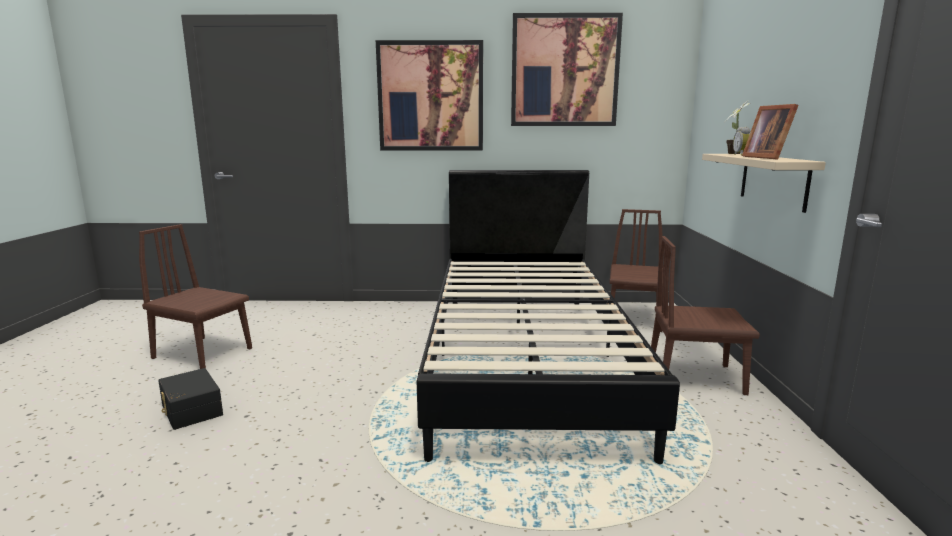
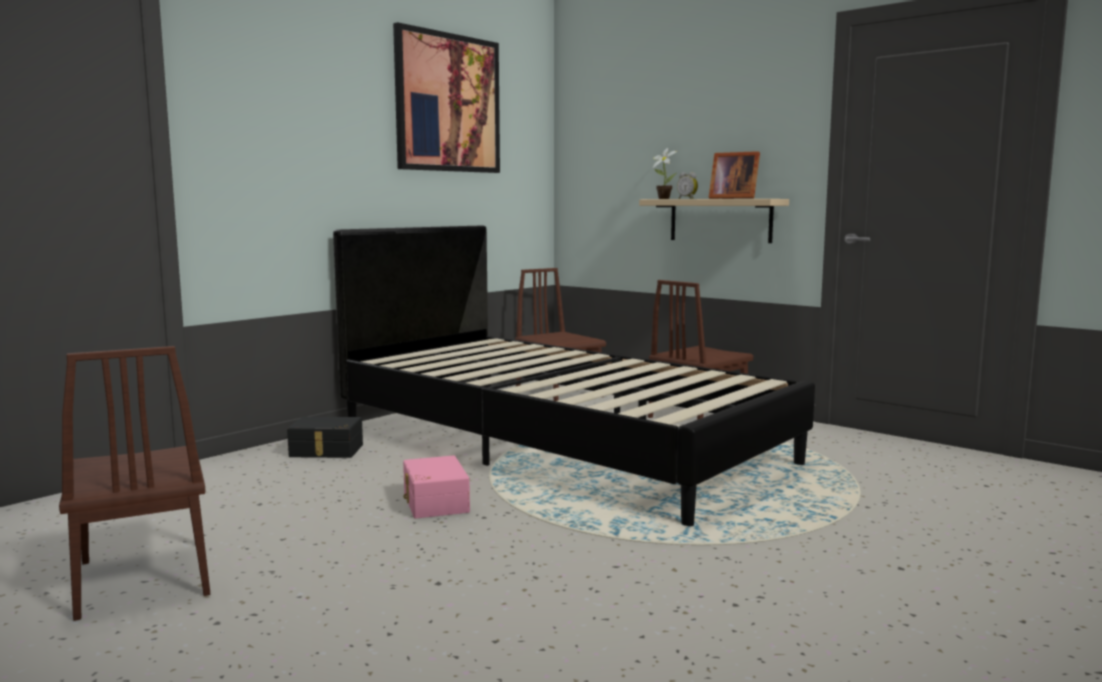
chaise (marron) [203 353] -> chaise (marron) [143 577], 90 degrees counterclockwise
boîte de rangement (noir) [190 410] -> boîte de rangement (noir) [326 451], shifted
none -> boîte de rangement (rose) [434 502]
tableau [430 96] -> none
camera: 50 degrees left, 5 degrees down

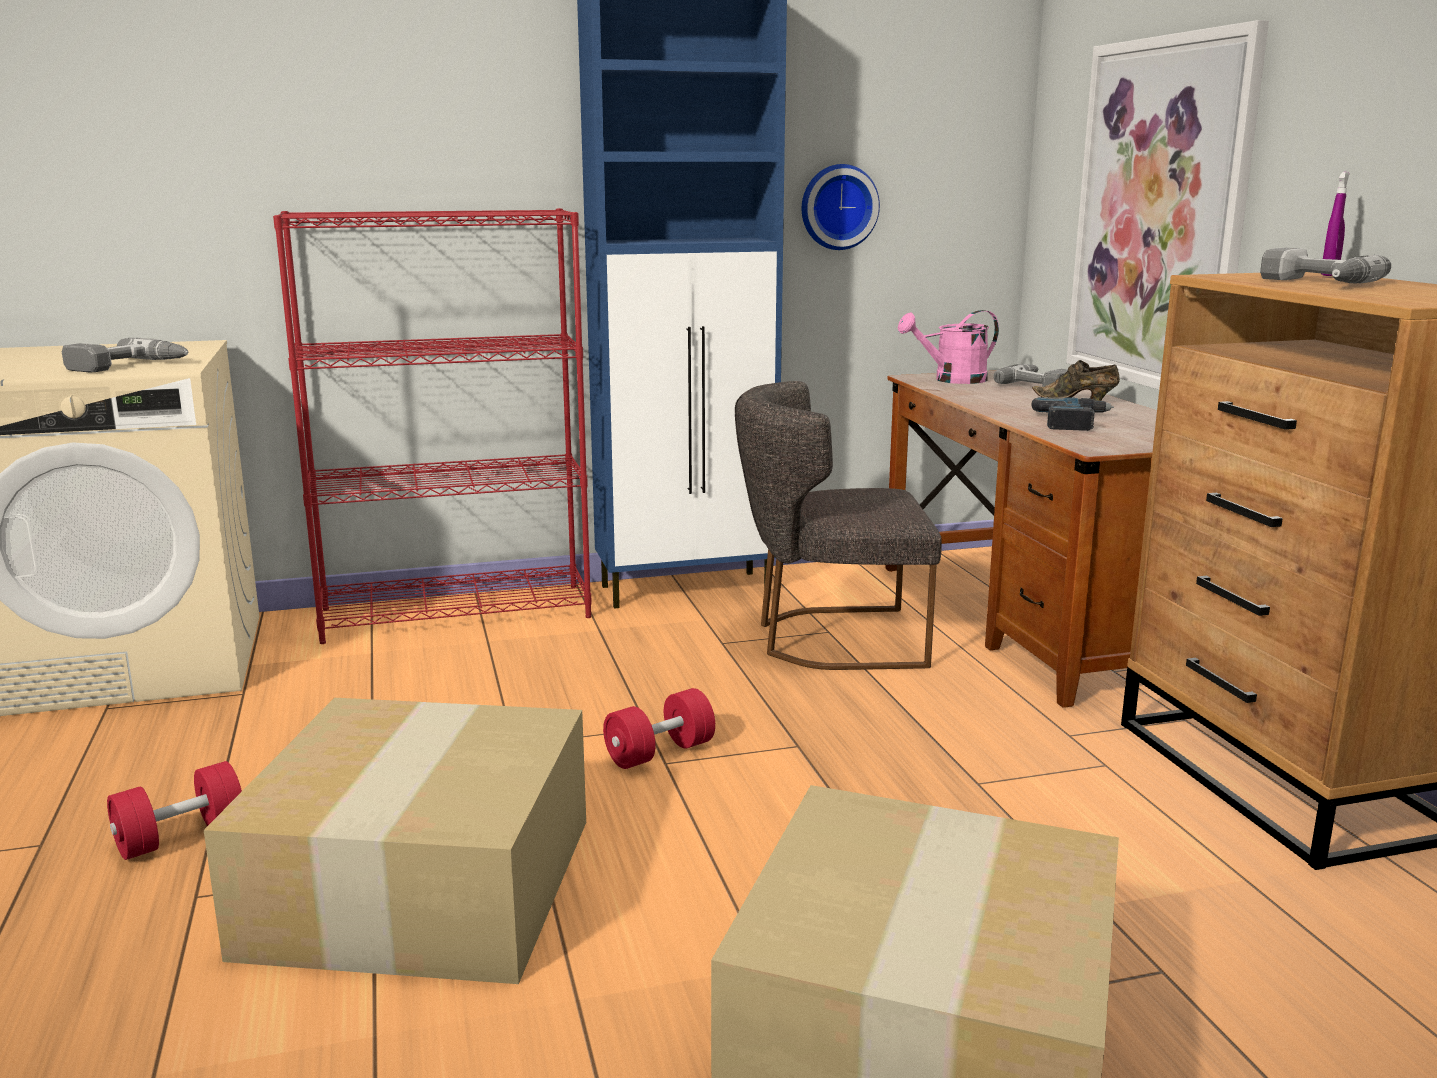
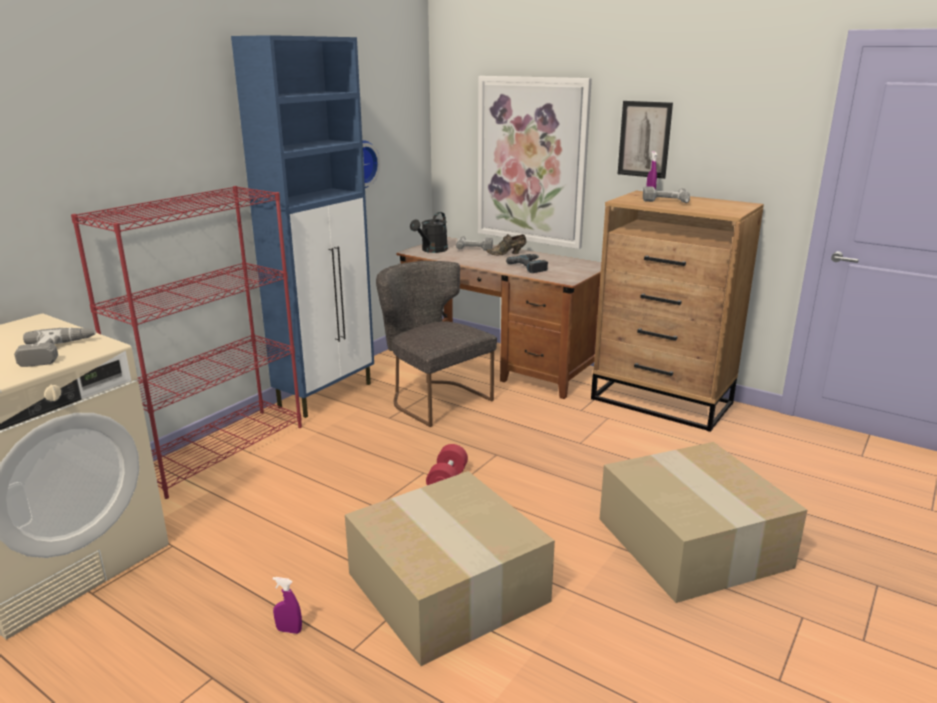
haltère (rouge) [181 837] -> vaporisateur (violet) [289 630]
chaise (gris) [830 639] -> chaise (gris) [433 399], 90 degrees clockwise
arrosoir (rose) [952 380] -> arrosoir (noir) [432 250]
none -> tableau [644 139]
camera: 40 degrees left, 5 degrees up

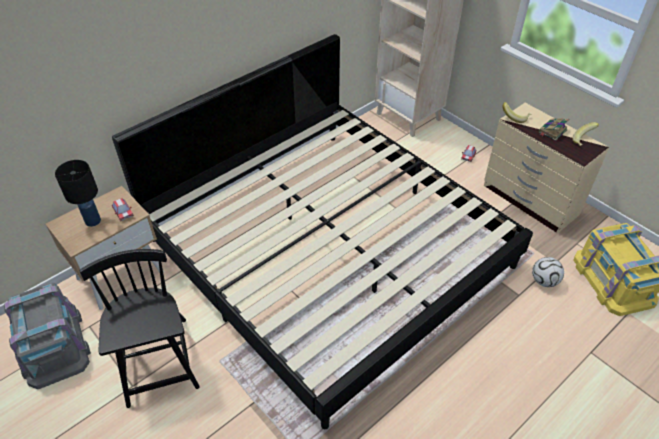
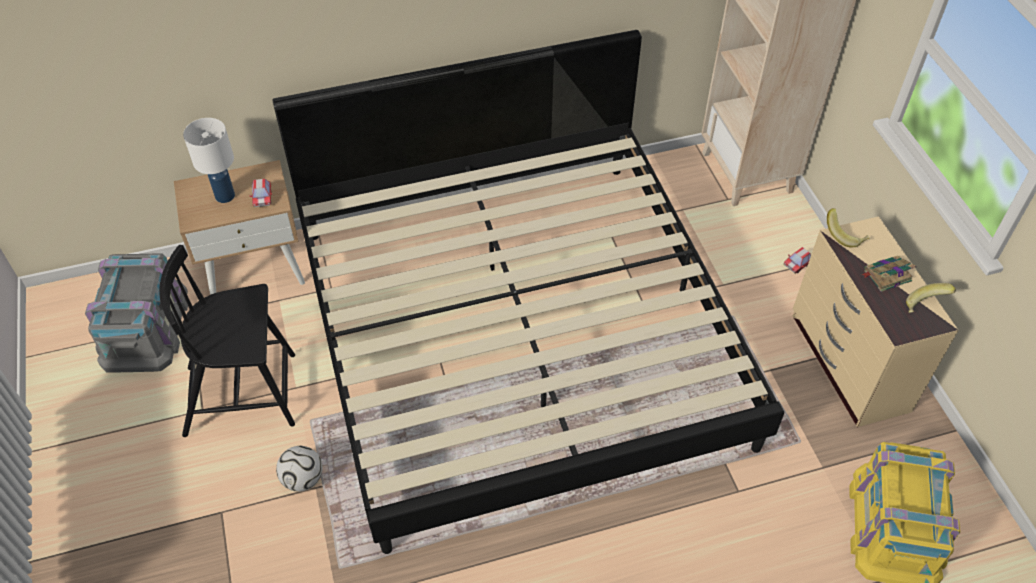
chaise (noir) [159 362] -> chaise (noir) [243 394], 105 degrees counterclockwise
lampe de table (noir) [93 220] -> lampe de table (blanc) [225 195]
ballon de foot [544 281] -> ballon de foot [302 479], shifted
camera: 25 degrees right, 5 degrees up

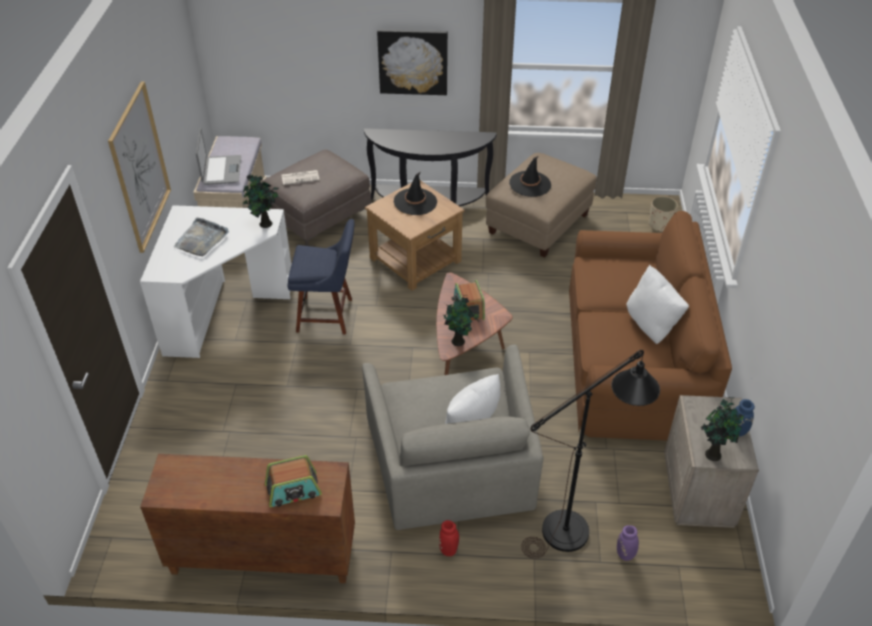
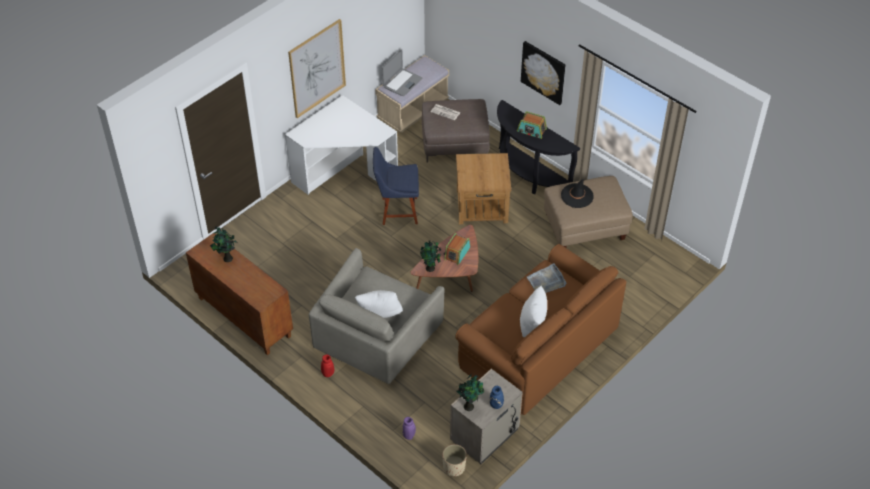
plante en pot [265 224] -> plante en pot [227 258], shifted
chaise (bleu) [328 315] -> chaise (bleu) [397 211], 135 degrees clockwise
cache-pot (beige) [660 225] -> cache-pot (beige) [454 467], shifted
radio [293 490] -> radio [531 130], shifted
plateau (gris) [201 239] -> plateau (gris) [546 281], shifted
chapeau (noir) [415 202] -> none
lampadaire (noir) [577 525] -> none
camera: 40 degrees right, 5 degrees up

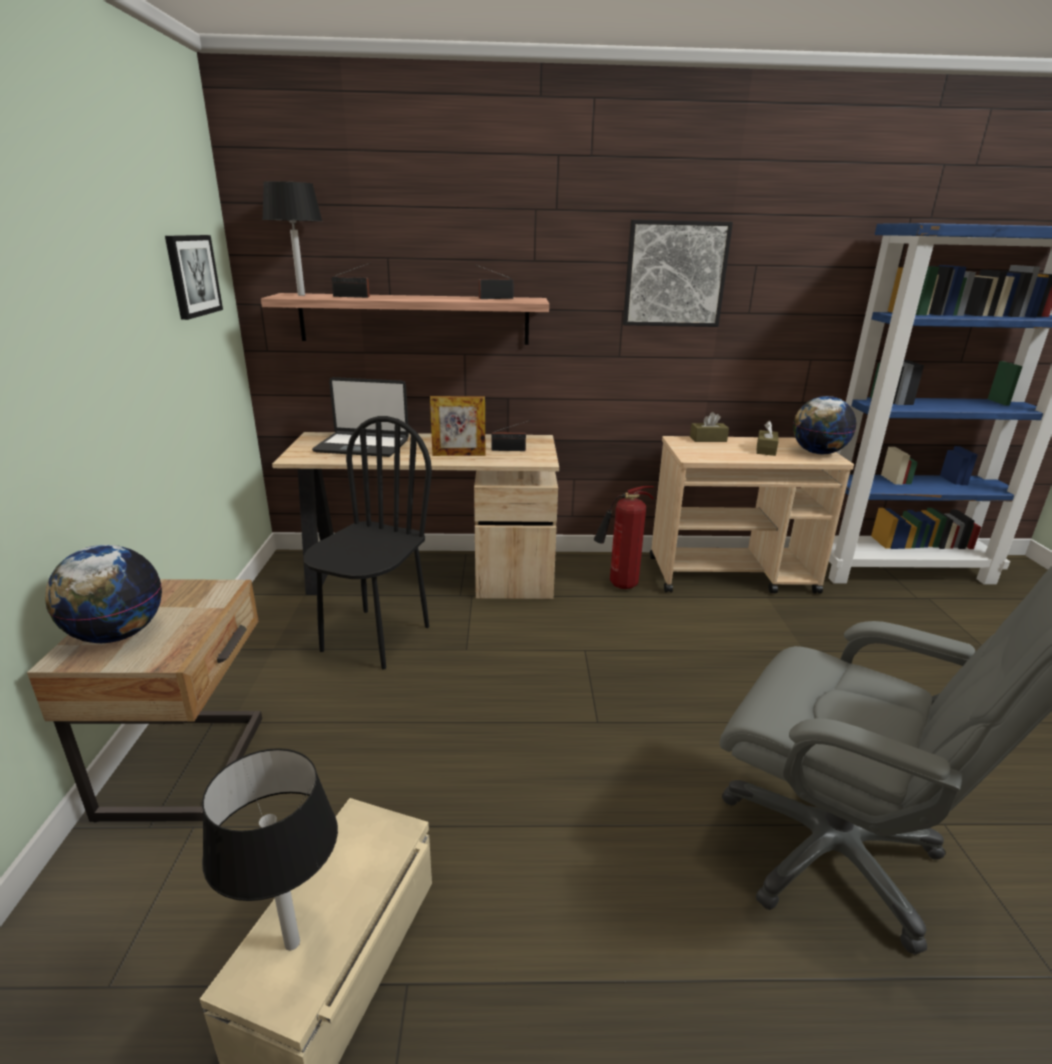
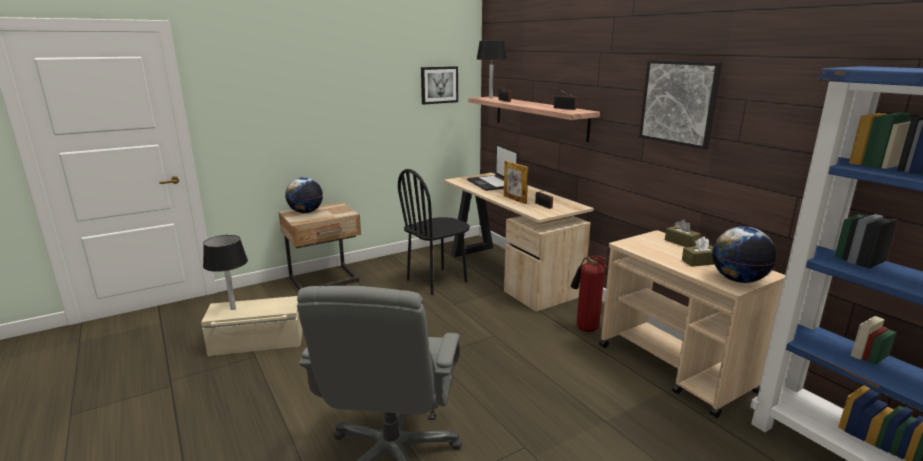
chaise (noir) [375 638] -> chaise (noir) [437 281], 150 degrees clockwise
camera: 60 degrees right, 5 degrees down

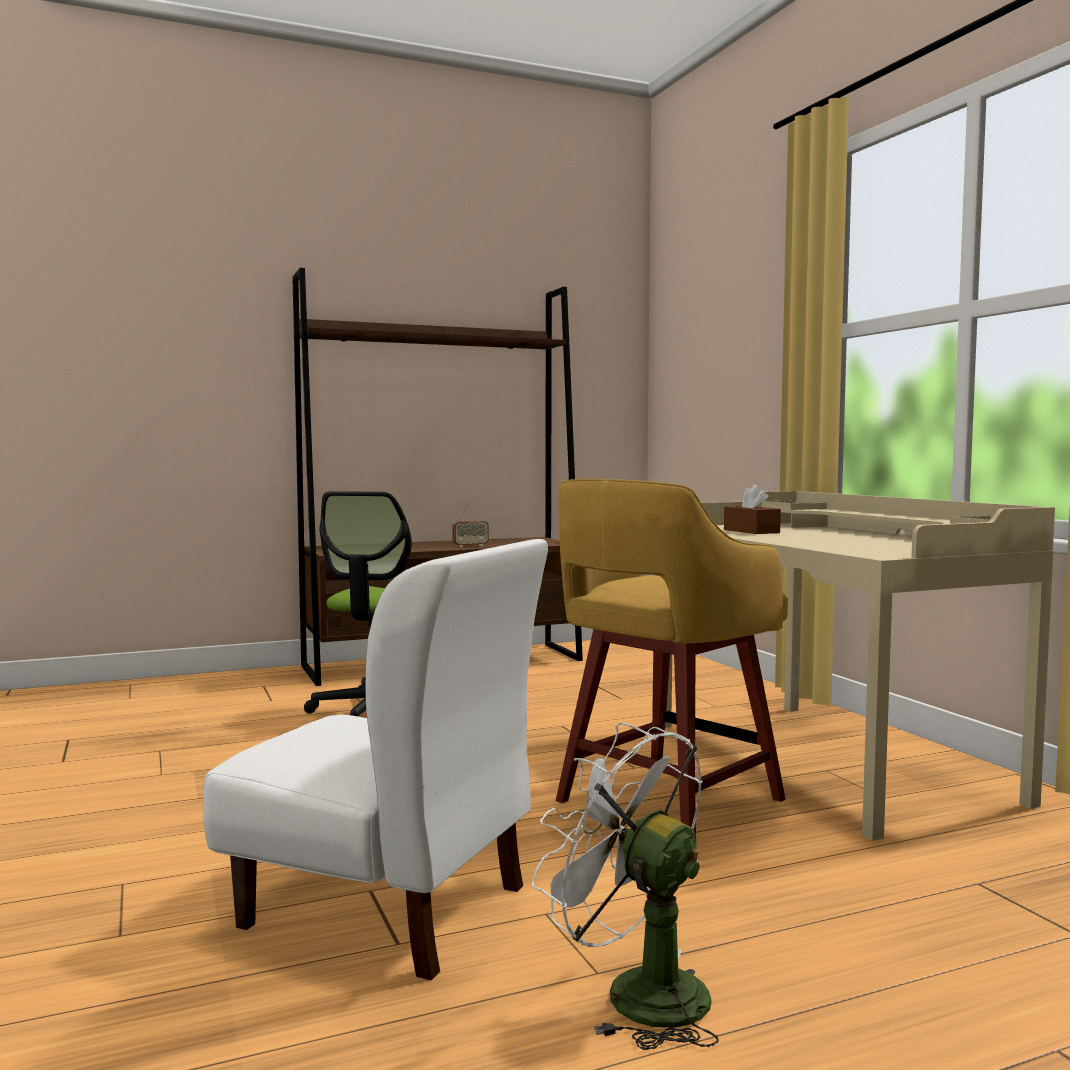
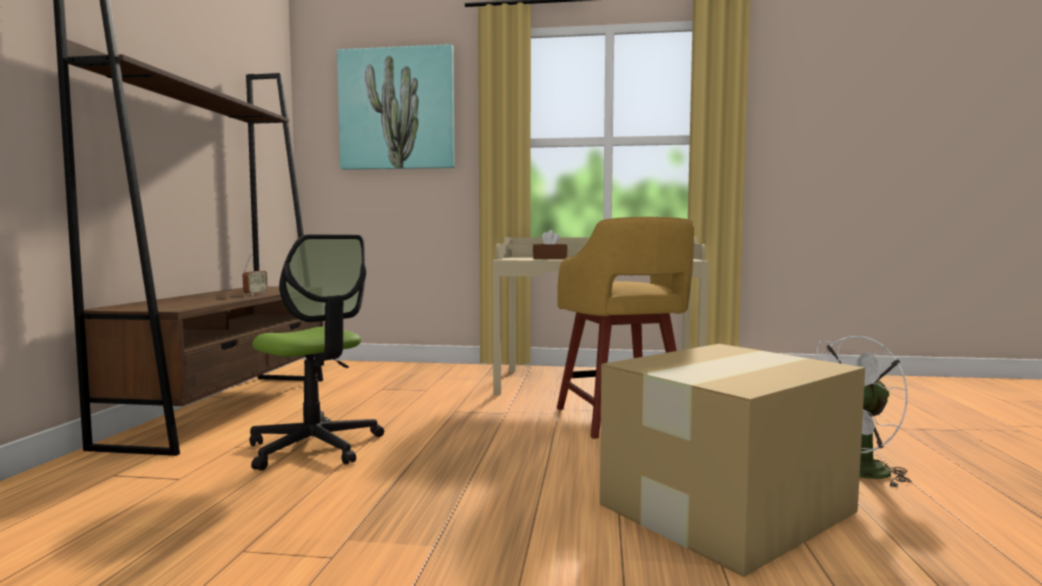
none -> tableau [397 109]
chaise (blanc) [387 907] -> carton [730 507]
camera: 60 degrees left, 0 degrees up

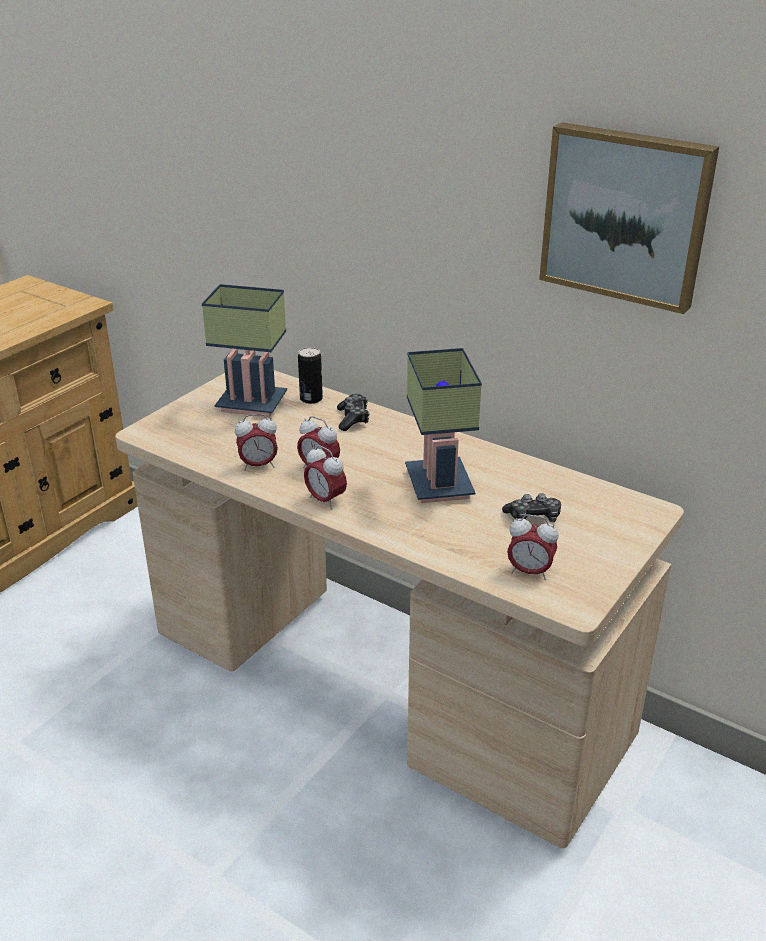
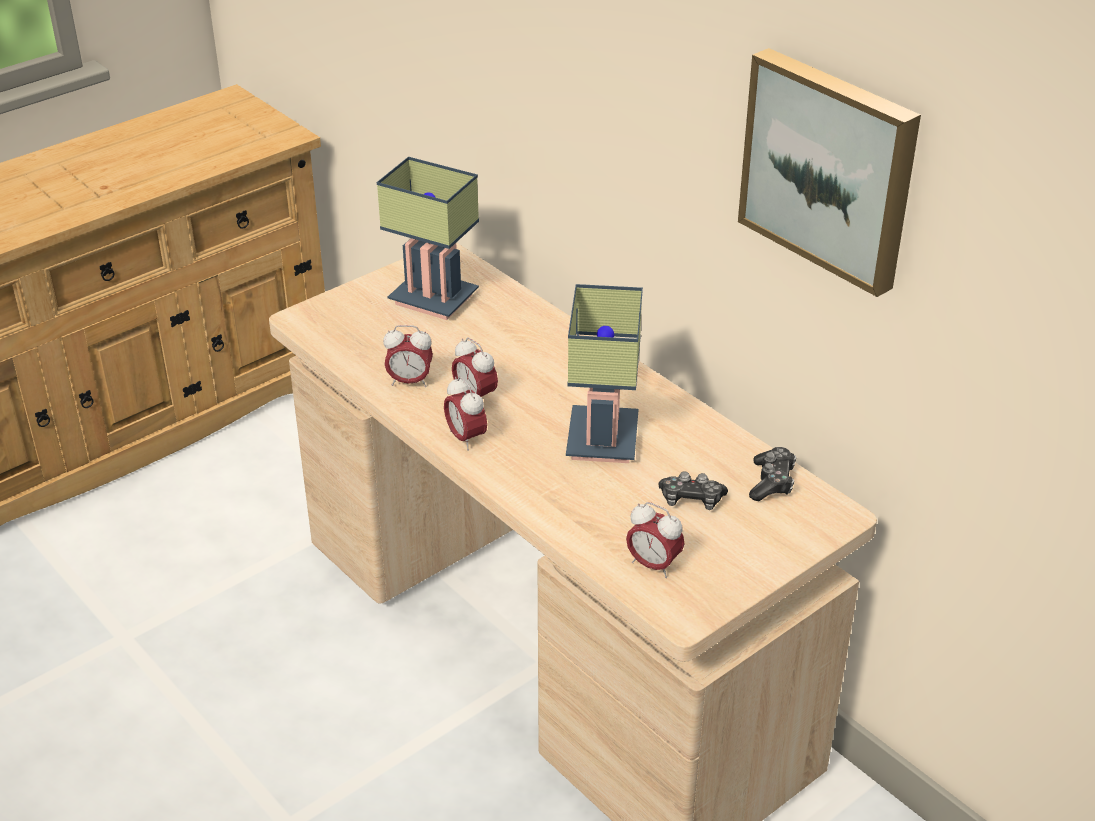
manette [353 419] -> manette [772 482], shifted
boîte métallique [311 399] -> none
camera: 15 degrees right, 5 degrees up

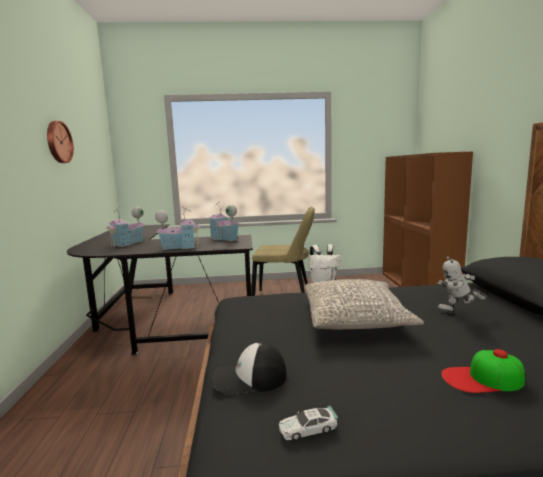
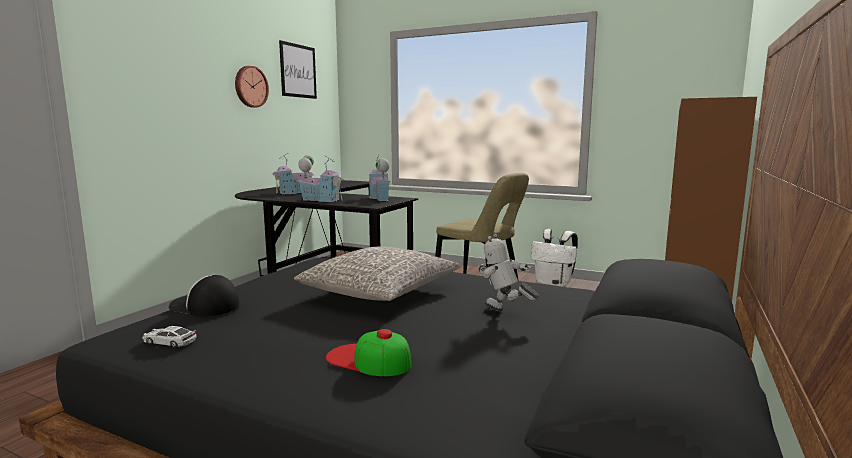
none -> tableau [298 71]
camera: 30 degrees right, 0 degrees up

